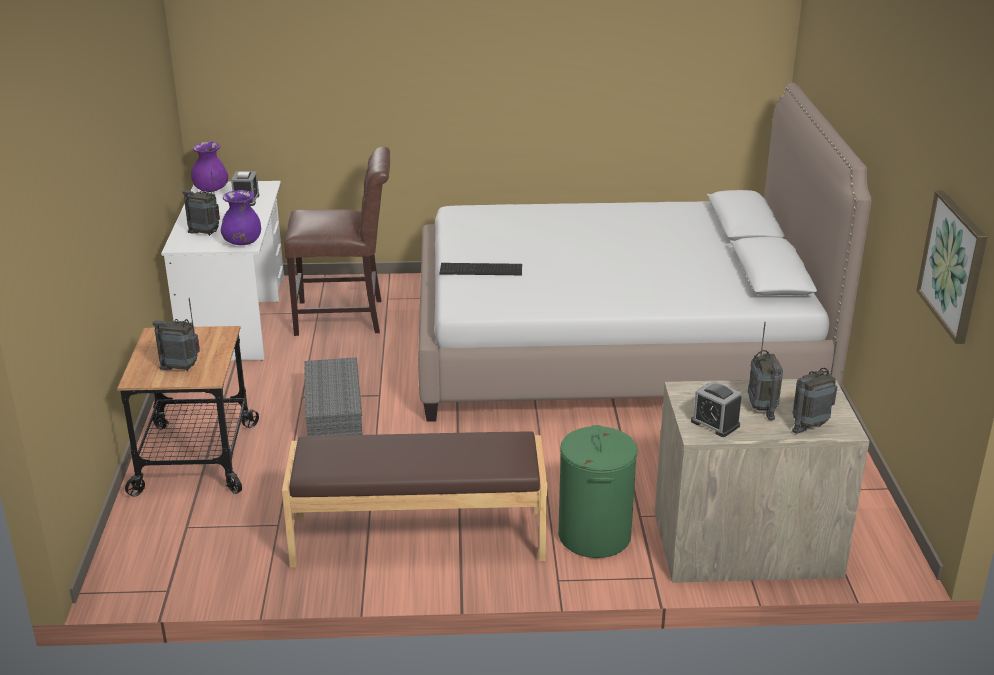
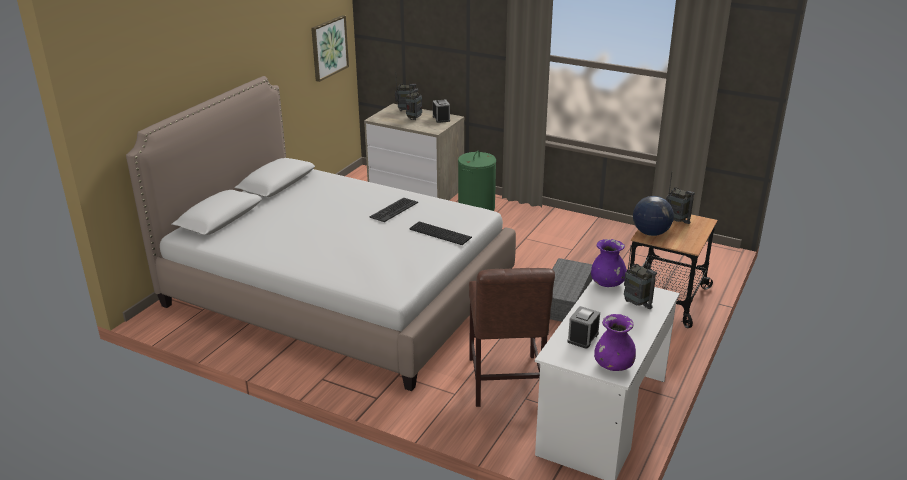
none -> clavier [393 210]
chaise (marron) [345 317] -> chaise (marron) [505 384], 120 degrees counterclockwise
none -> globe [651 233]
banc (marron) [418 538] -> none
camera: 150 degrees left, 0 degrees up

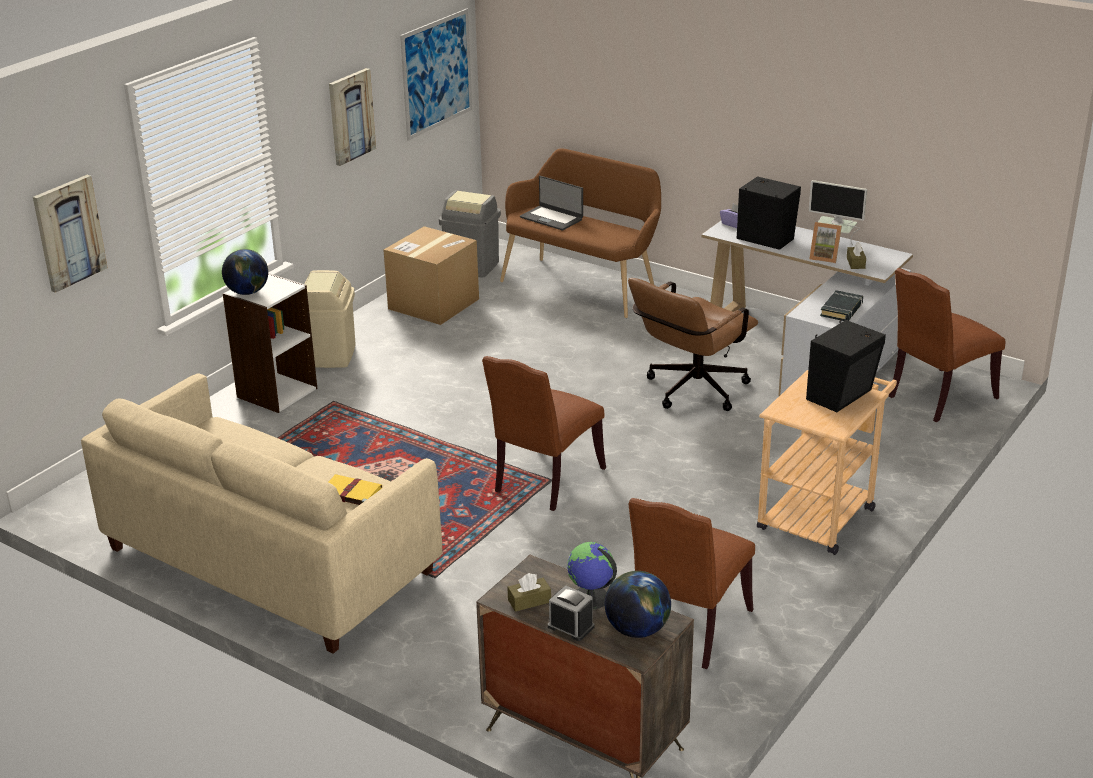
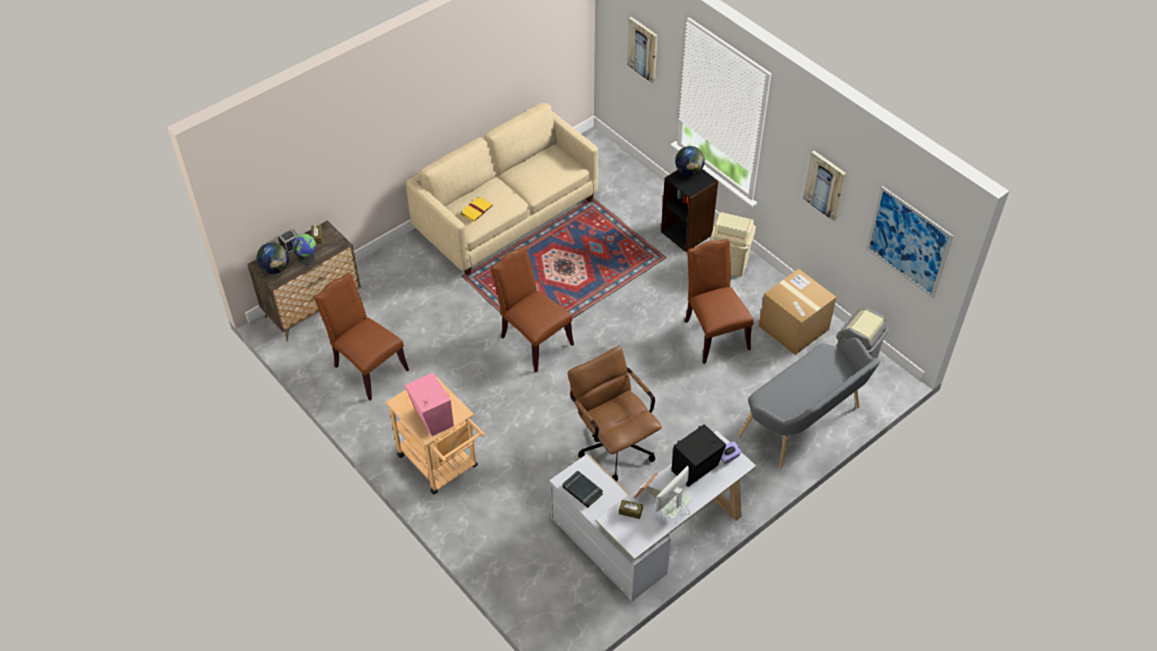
enceinte (noir) [842 395] -> enceinte (rose) [432 418]
bibliothèque (blanc) [276 392] -> bibliothèque (noir) [687 233]
chaise (marron) [937 398] -> chaise (marron) [713 333], shifted
banc (marron) [583 284] -> banc (gris) [804 424]
ordinateur portable [552 218] -> none
camera: 105 degrees right, 20 degrees up

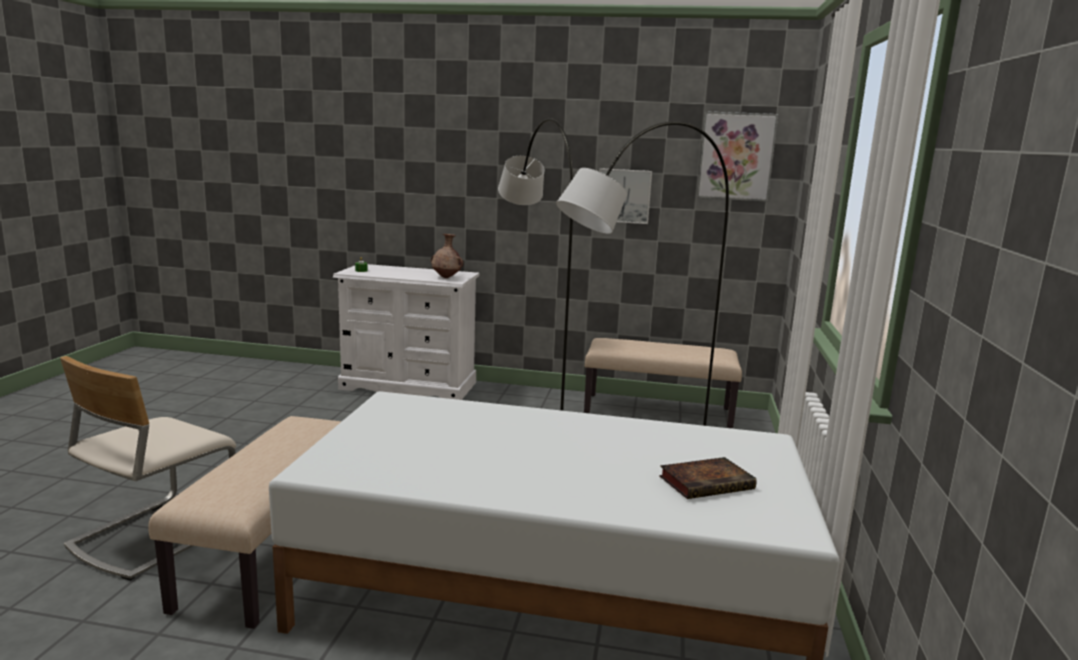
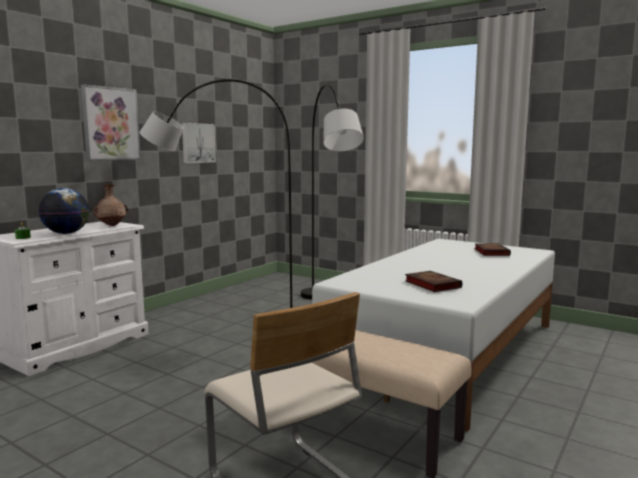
none -> globe [66 233]
tableau [736 156] -> tableau [110 124], shifted
none -> livre [431 284]
banc (beige) [658 410] -> none
camera: 65 degrees left, 5 degrees down

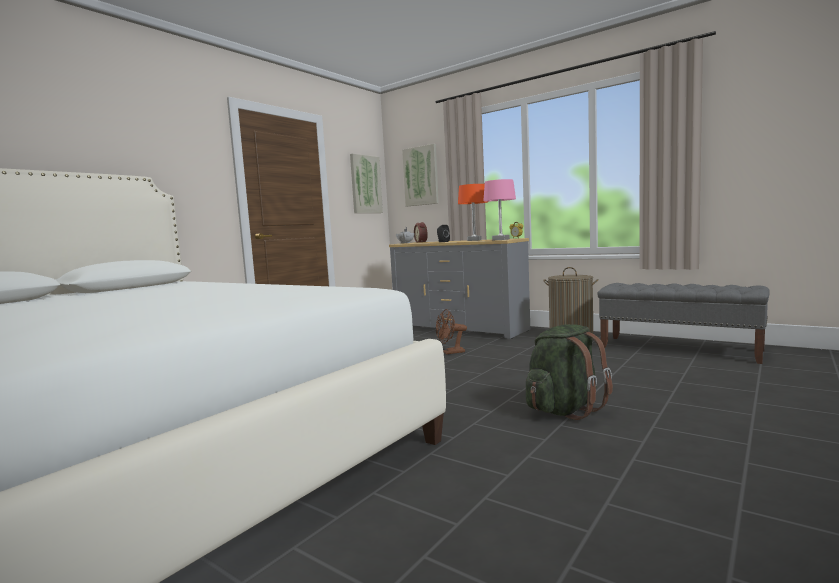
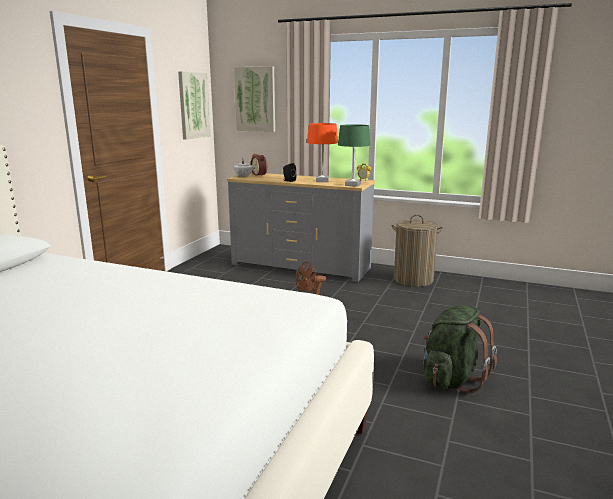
lampe de table (rose) [500 239] -> lampe de table (vert) [352 185]
banc (gris) [679 349] -> none
camera: 15 degrees left, 10 degrees up

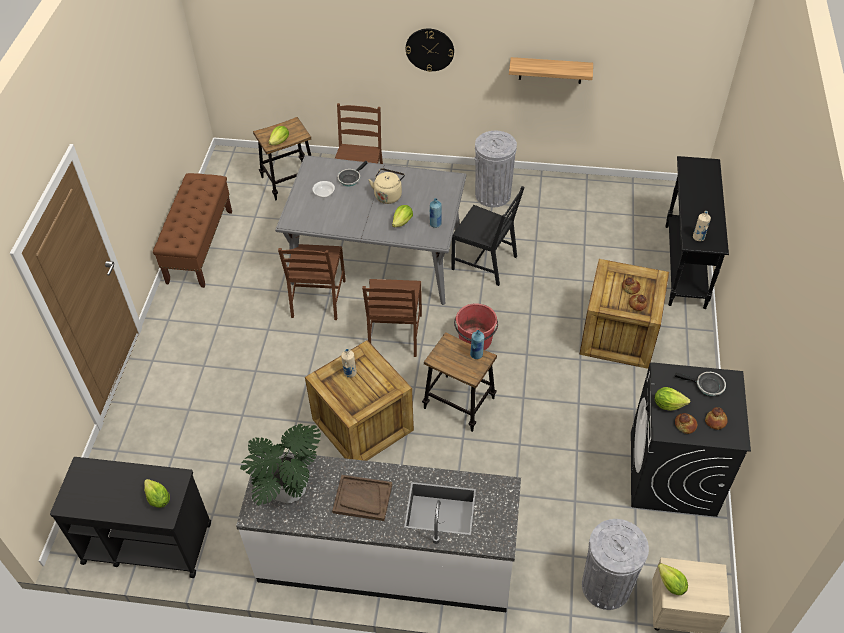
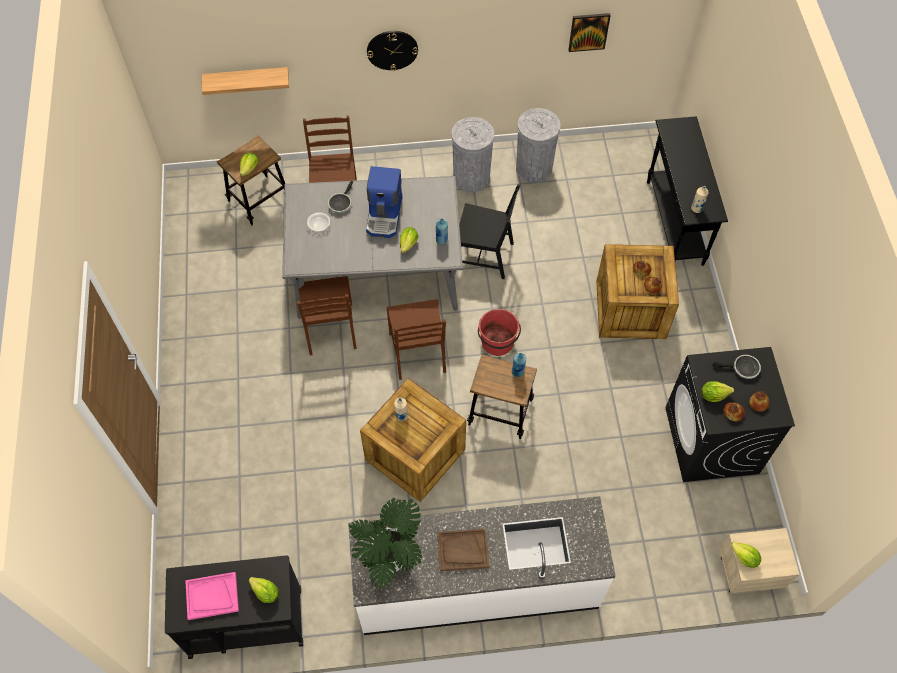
none -> plateau (rose) [212 596]
étagère [550 70] -> étagère [247 79], shifted
bouilloire (beige) [388 195] -> machine à café [385 215]
poubelle (gris) [606 586] -> poubelle (gris) [534 169], shifted
none -> tableau [588 31]
banc (marron) [200 246] -> none
camera: 15 degrees left, 10 degrees up

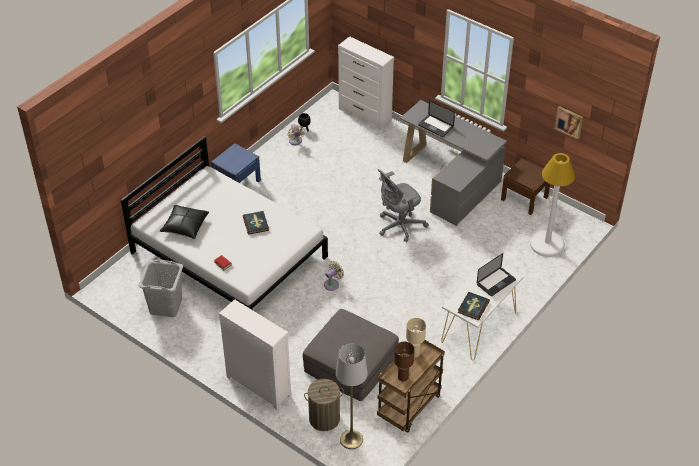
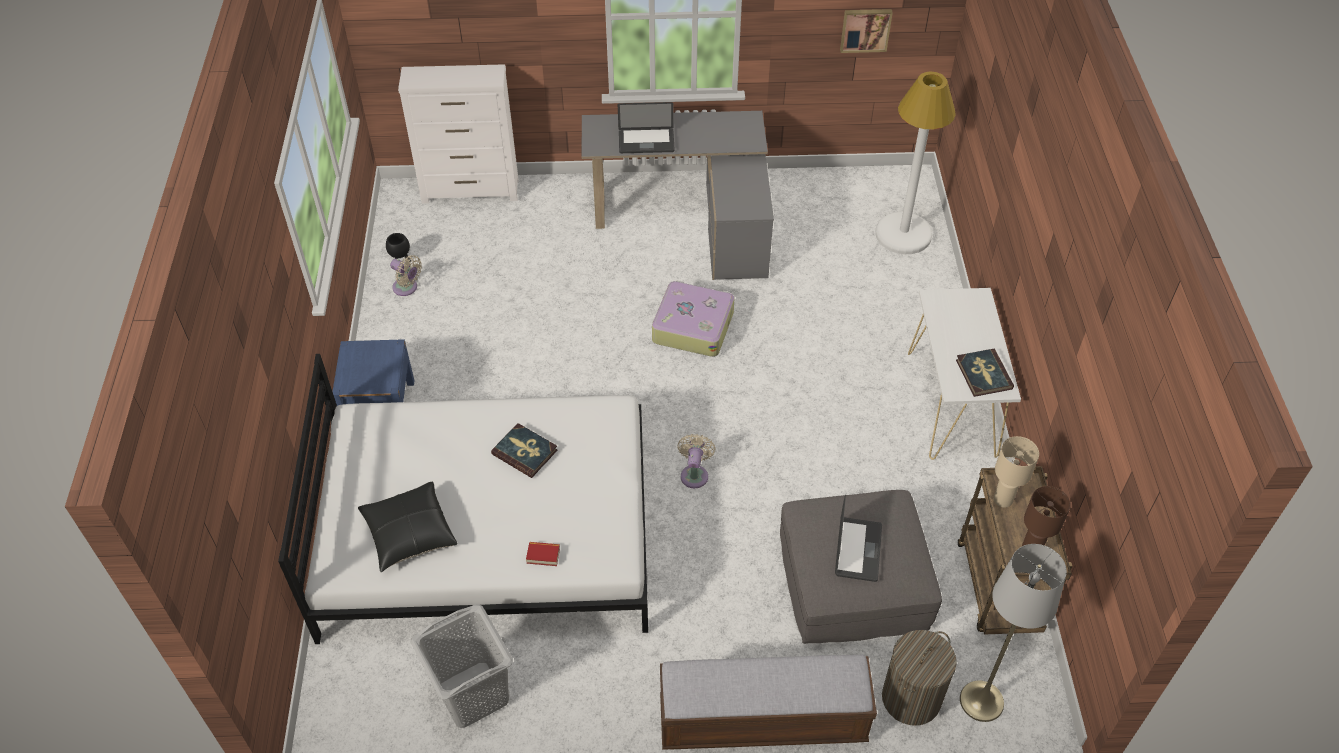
chaise de bureau (gris) [399 226] -> valise [692 326]
commode (blanc) [258 386] -> banc [762 720]
ordinateur portable [496 282] -> ordinateur portable [858 550], shifted
table de chevet (marron) [524 198] -> none
camera: 40 degrees left, 5 degrees up

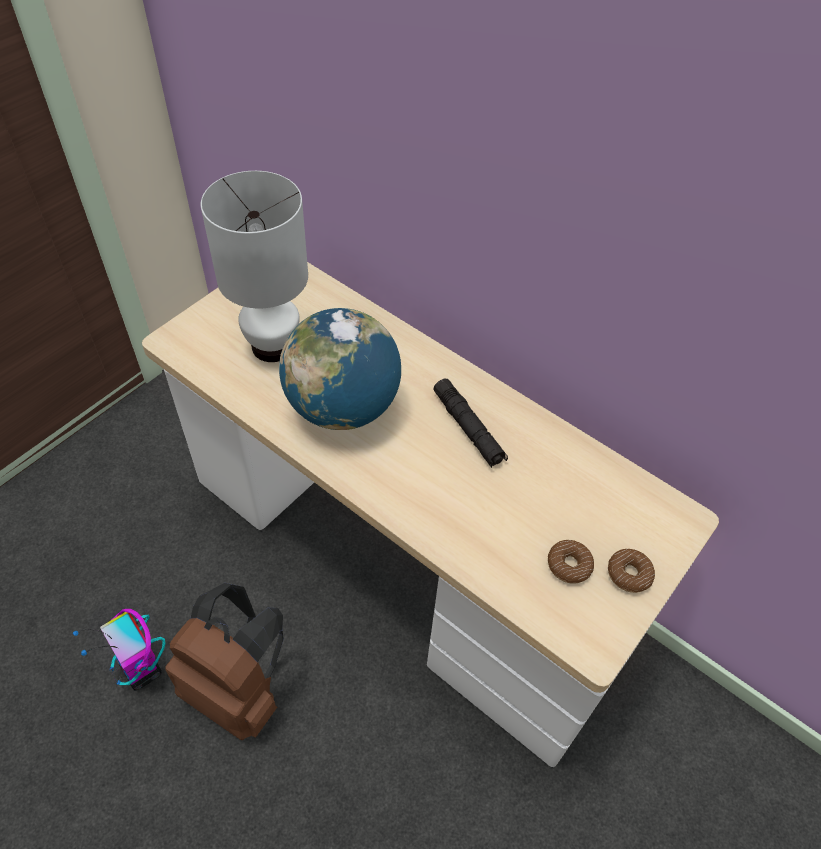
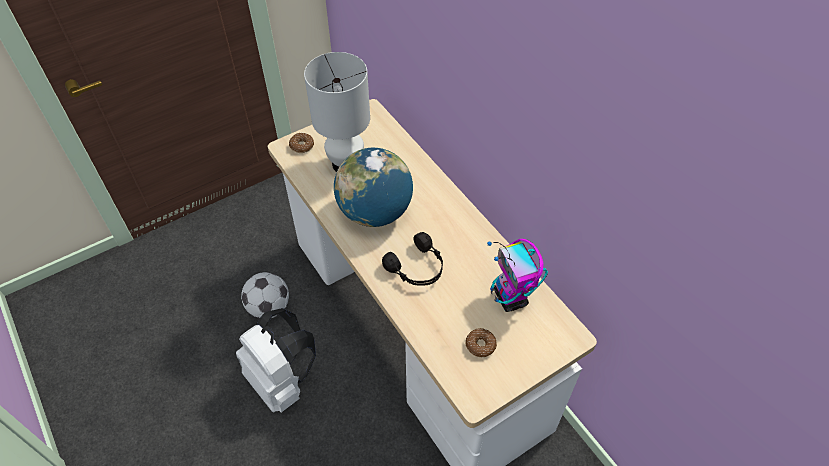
sac à dos (marron) [238 689] -> sac à dos (blanc) [282 382]
none -> ballon de foot [269 307]
beignet [628 574] -> beignet [302 146], shifted
none -> casque audio (noir) [417 268]
robot jouet [142 670] -> robot jouet [510 298], shifted
lampe de poche (noir) [468 428] -> none
camera: 20 degrees right, 0 degrees up

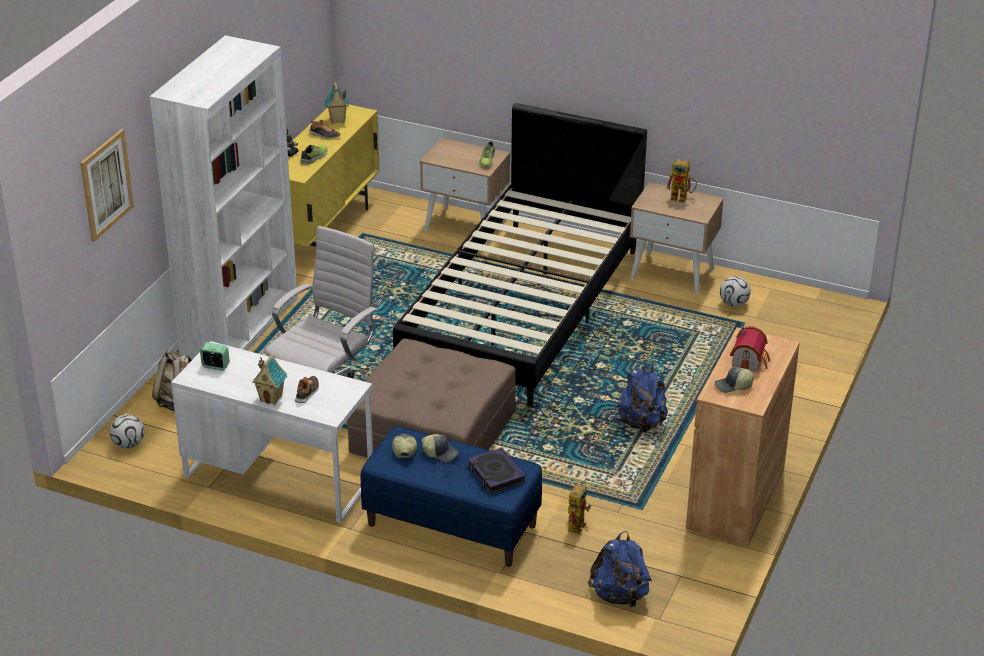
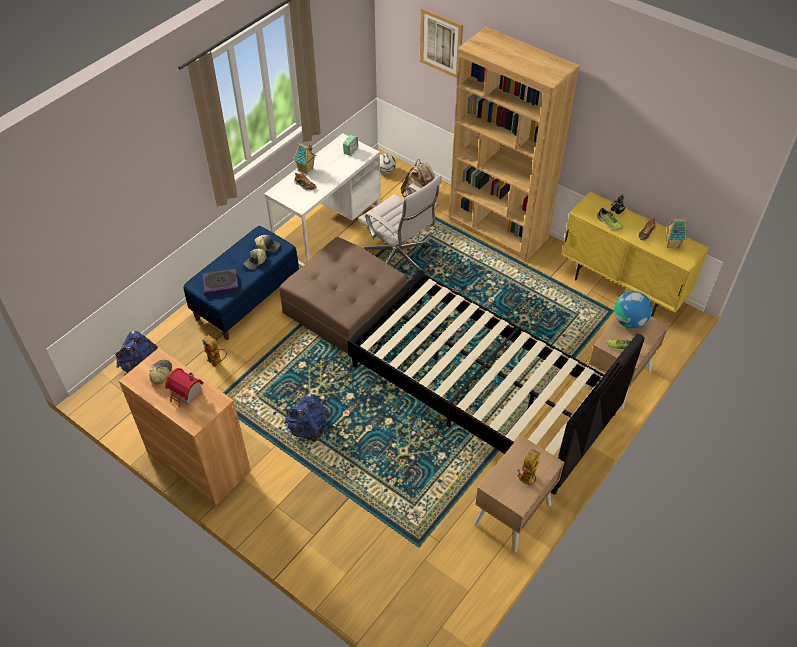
bibliothèque (blanc) [240 326] -> bibliothèque (marron) [498 229]
none -> globe [629 321]
ballon de foot [734 304] -> none
camera: 105 degrees right, 15 degrees up

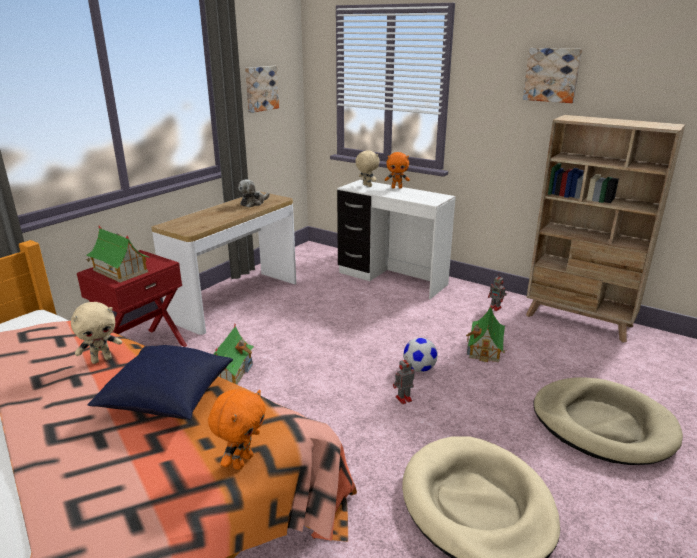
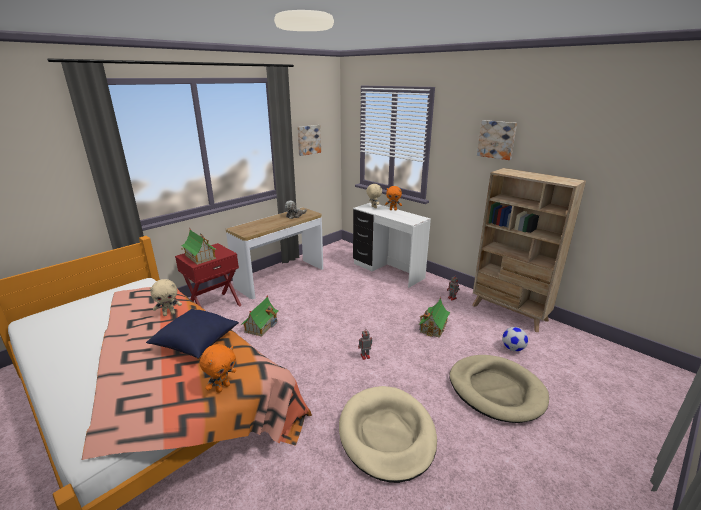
ballon de foot [419 369] -> ballon de foot [513 348], shifted
camera: 10 degrees right, 0 degrees up

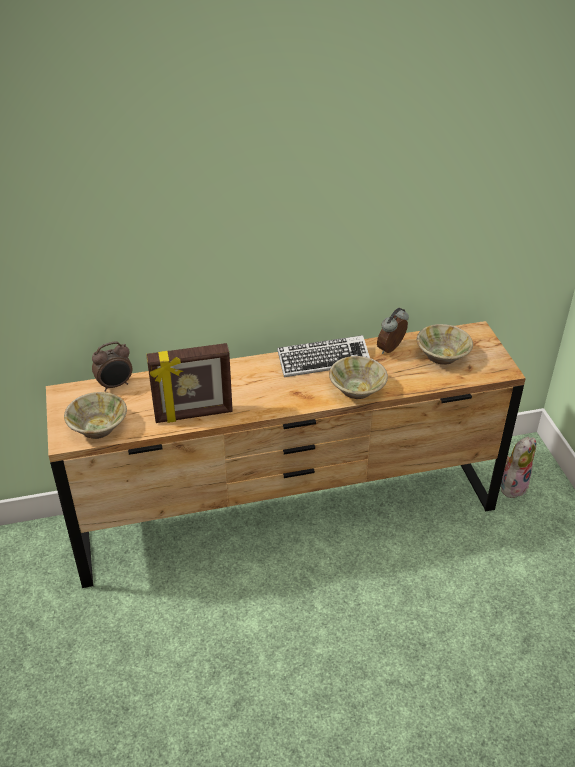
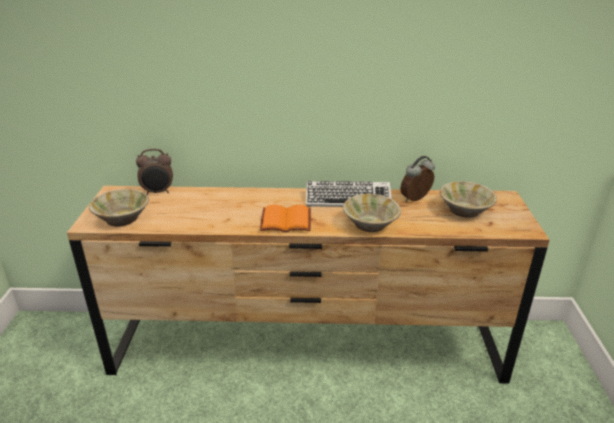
none -> livre (orange) [285 221]
cadre photo [193 415] -> none
peluche [513 485] -> none
camera: 15 degrees right, 10 degrees down

